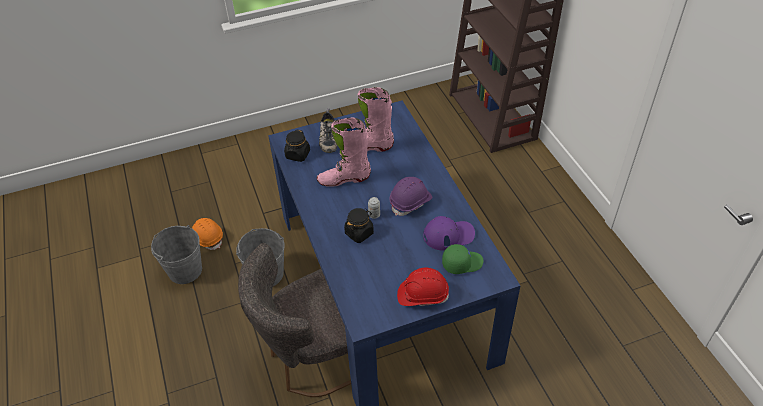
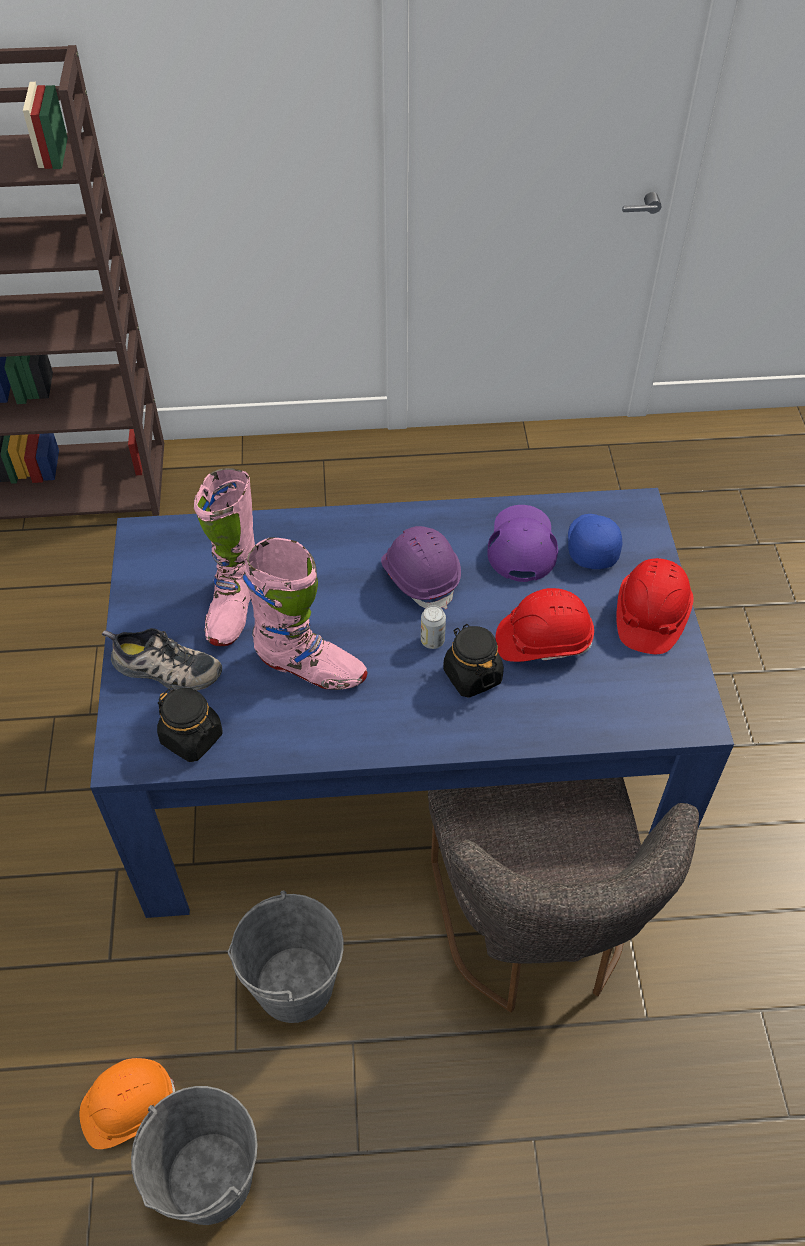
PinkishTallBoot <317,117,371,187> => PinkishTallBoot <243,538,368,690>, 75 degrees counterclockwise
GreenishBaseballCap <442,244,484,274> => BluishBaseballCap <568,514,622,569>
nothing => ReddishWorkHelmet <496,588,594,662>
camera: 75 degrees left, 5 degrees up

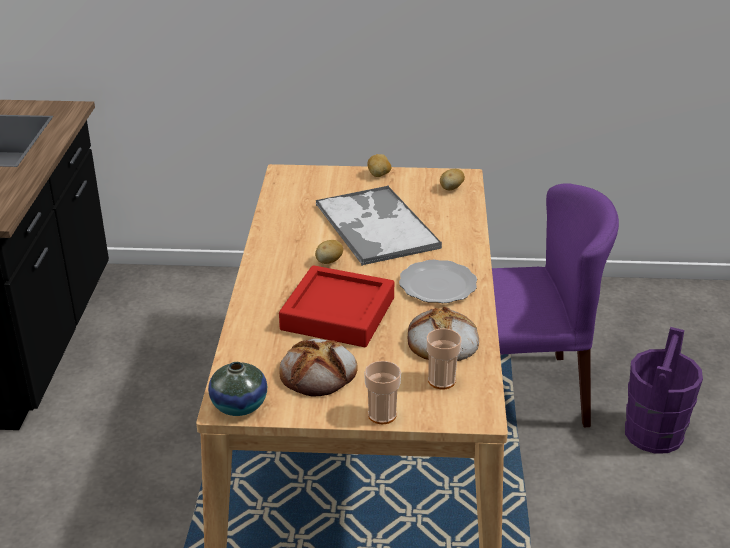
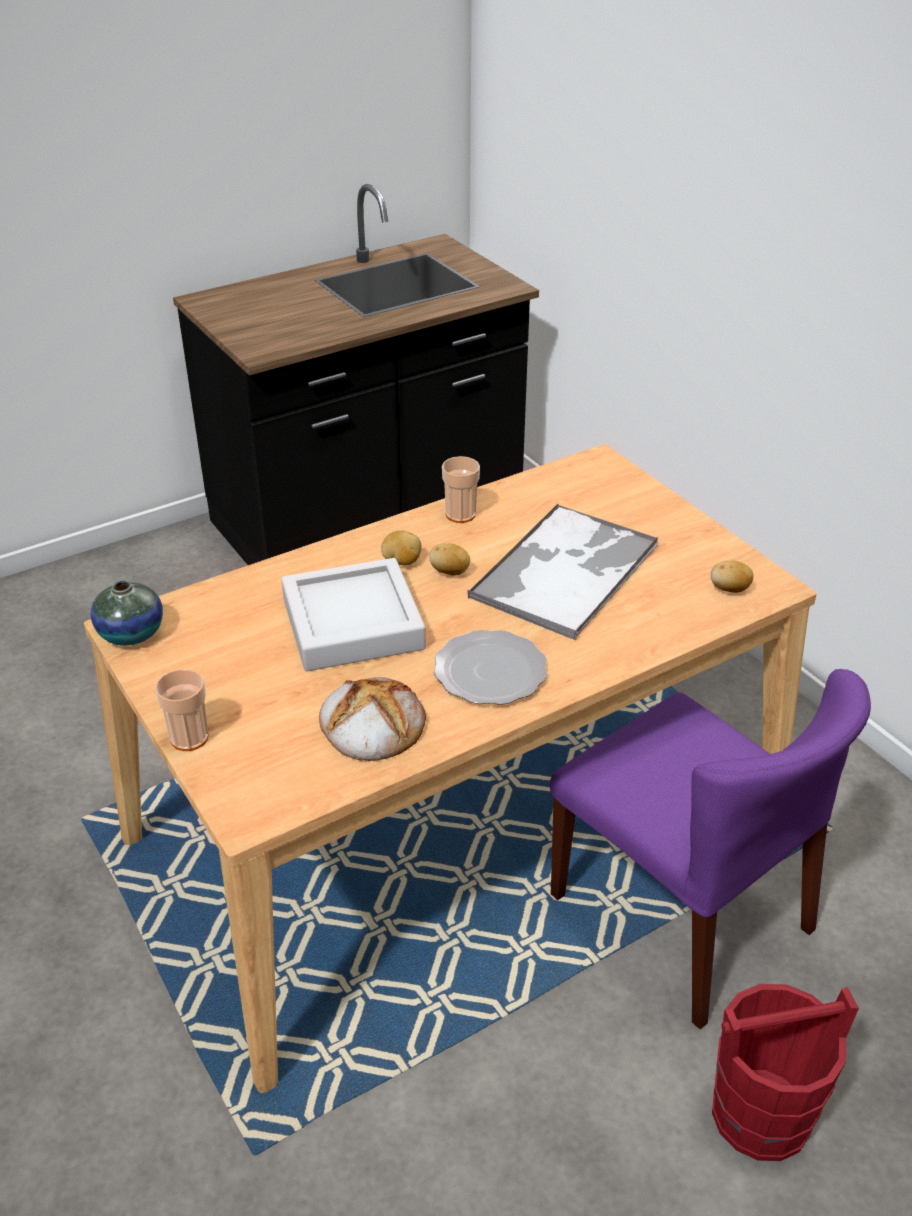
WholePotato <367,154,391,177> => WholePotato <381,531,421,565>, moved
ReddishServingTray <279,265,394,347> => GreyServingTray <281,558,426,671>
PurpleColouredWaterBucket <625,327,703,454> => ReddishWaterBucket <712,984,859,1161>
DrinkingCup <427,328,462,389> => DrinkingCup <442,456,480,523>, moved
Bread <279,339,357,396> => nothing
camera: 55 degrees right, 5 degrees up

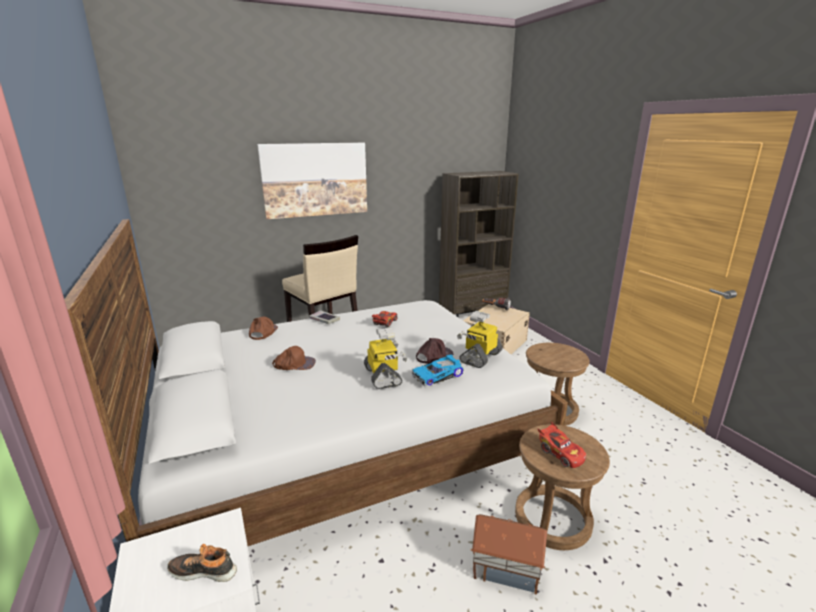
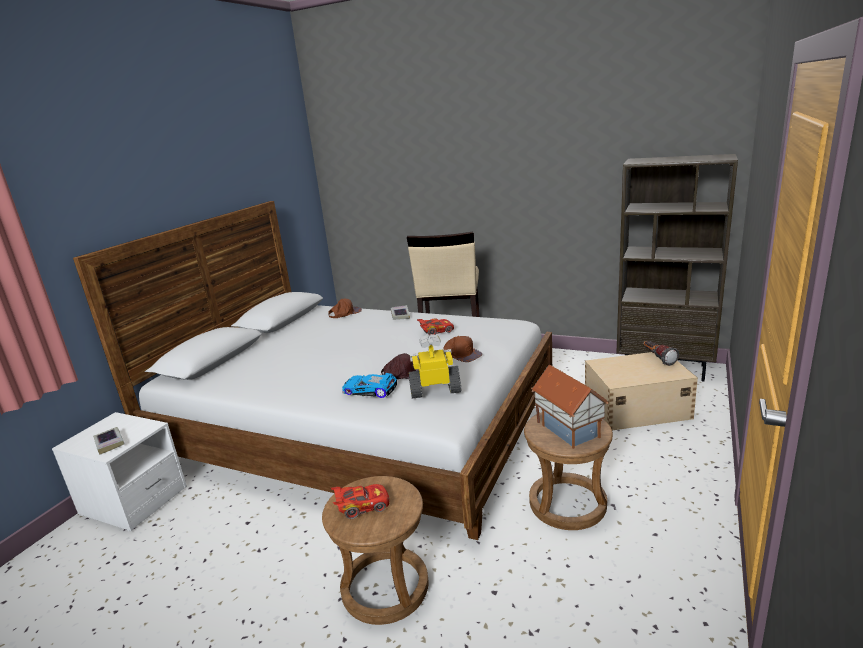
WallPicture <257,143,367,219> => nothing
ToyRobot <364,328,407,389> => nothing
BrownBaseballCap <272,346,316,370> => BrownBaseballCap <443,336,482,362>, moved
ReddishToyCar <537,422,586,468> => ReddishToyCar <331,484,389,519>, 120 degrees counterclockwise
ToyHouse <470,514,547,595> => ToyHouse <531,365,609,449>, moved
Shoe <167,543,237,582> => Volume <93,427,125,455>
camera: 50 degrees right, 0 degrees up

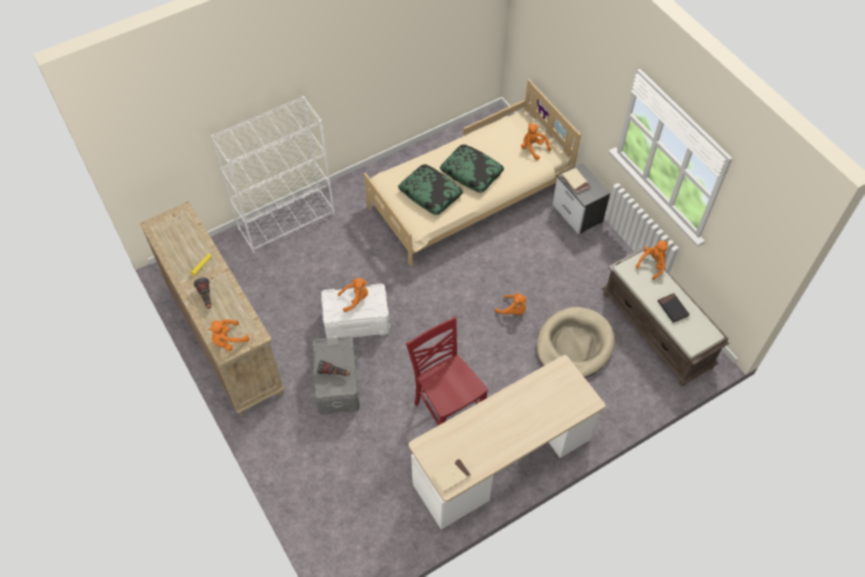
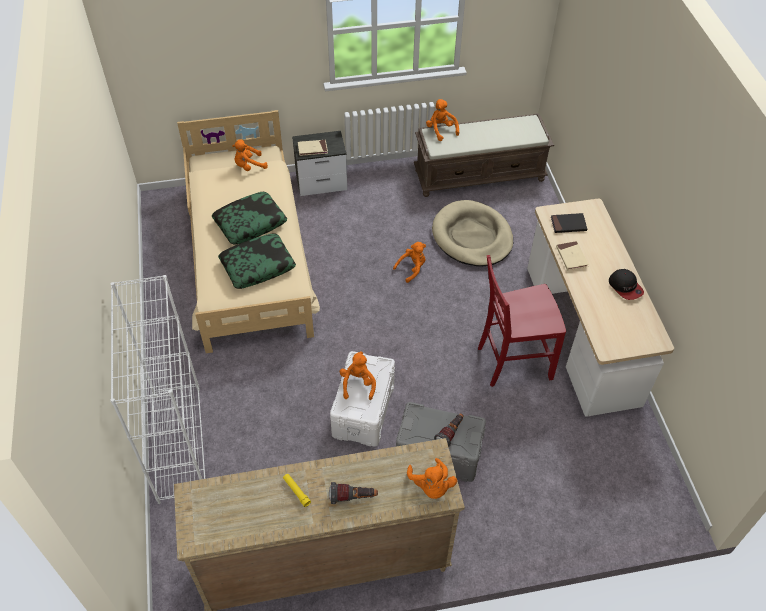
BlackVolume <658,293,690,323> => BlackVolume <551,213,587,233>, moved
BeigeVolume <432,458,472,493> => BeigeVolume <556,241,589,270>, moved
nothing => BaseballCap <609,269,644,300>
camera: 70 degrees left, 5 degrees down

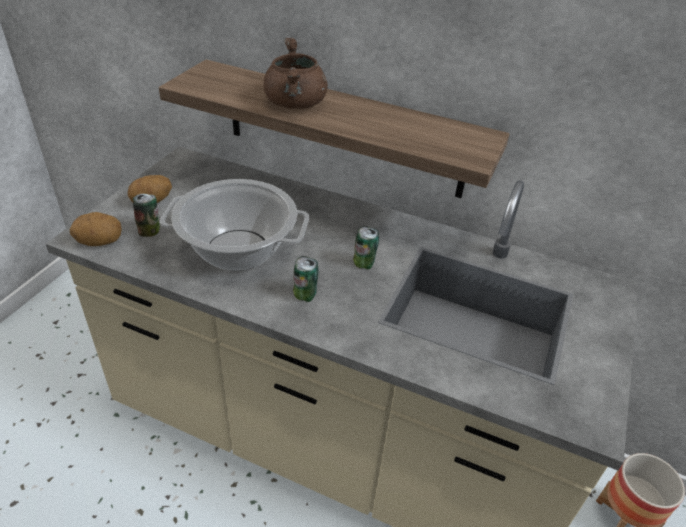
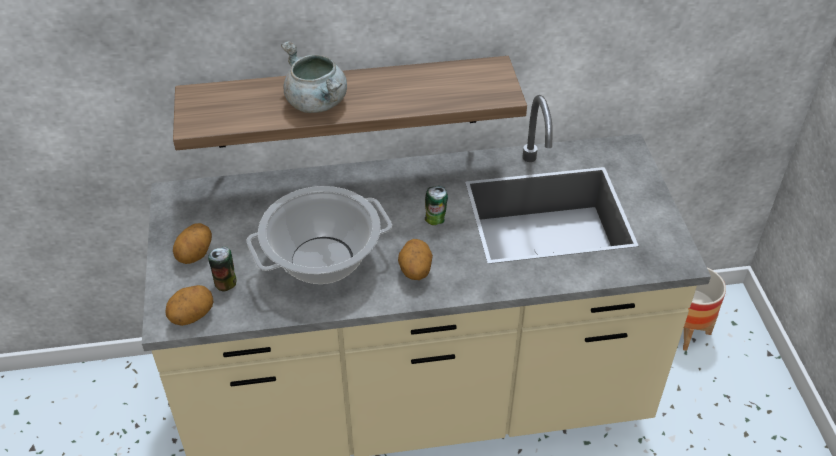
BrownSaucepot <263,38,328,109> => GreySaucepot <281,41,347,113>
MetalCan <293,256,319,302> => WholePotato <398,239,433,280>
camera: 30 degrees left, 5 degrees up

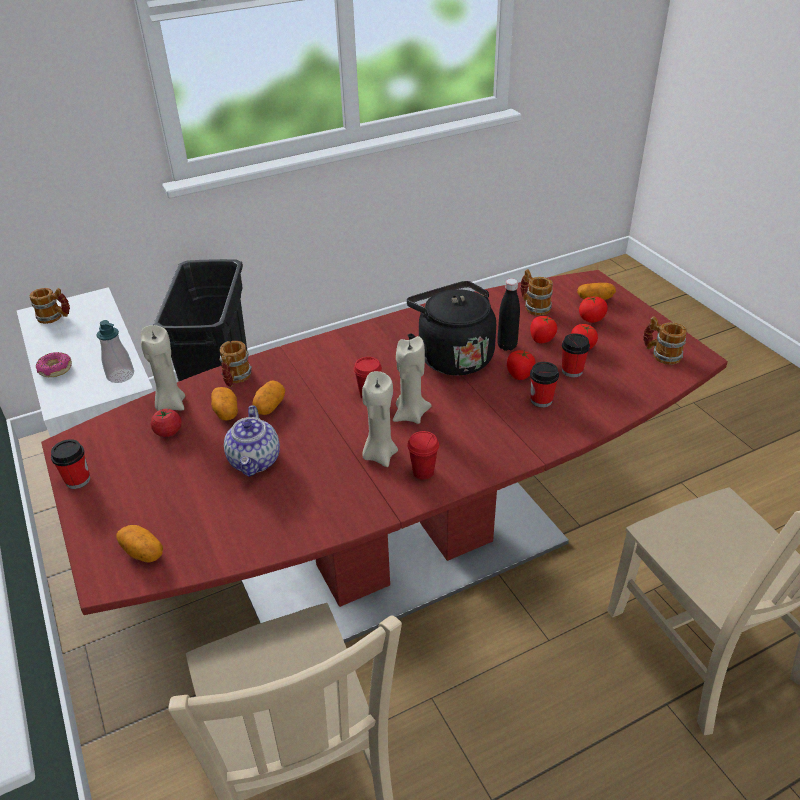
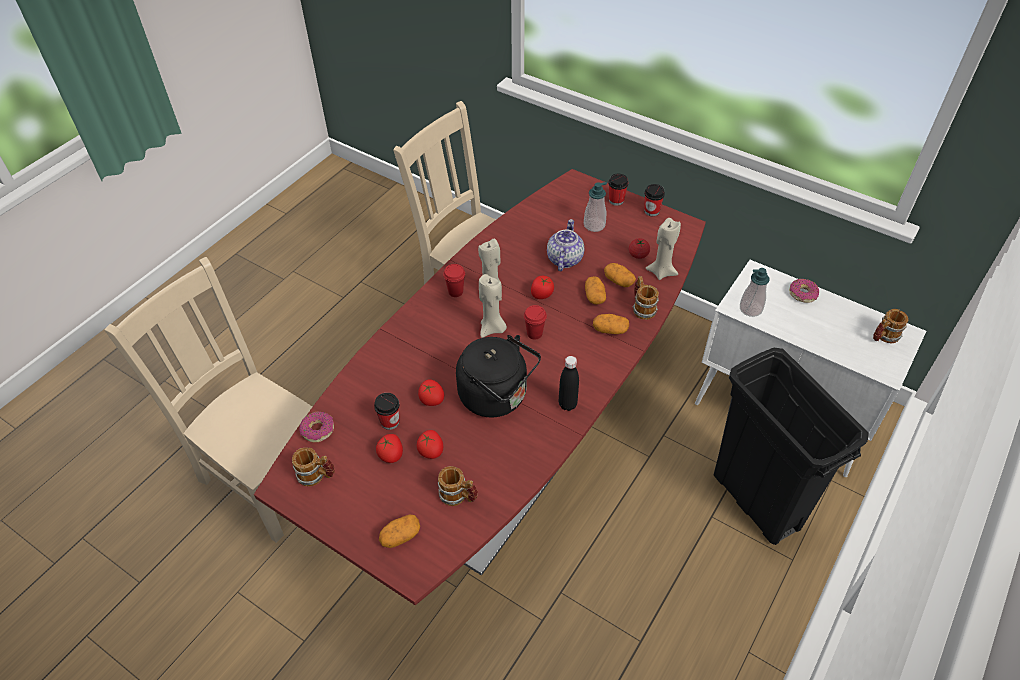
BlackBeverageBottle <497,279,520,351> => BlackBeverageBottle <558,356,579,411>, moved
WholeTomato <579,296,608,323> => WholeTomato <531,276,554,299>, moved
DrinkingCup <530,362,559,407> => DrinkingCup <608,174,628,206>, moved
PotForTea <224,405,280,477> => PotForTea <547,219,584,271>, 45 degrees clockwise
WholePotato <117,525,163,563> => WholePotato <593,314,629,334>, moved
nothing => SoapBottle <584,182,607,232>
nothing => RingDoughnut <300,412,334,442>
camera: 150 degrees right, 10 degrees up

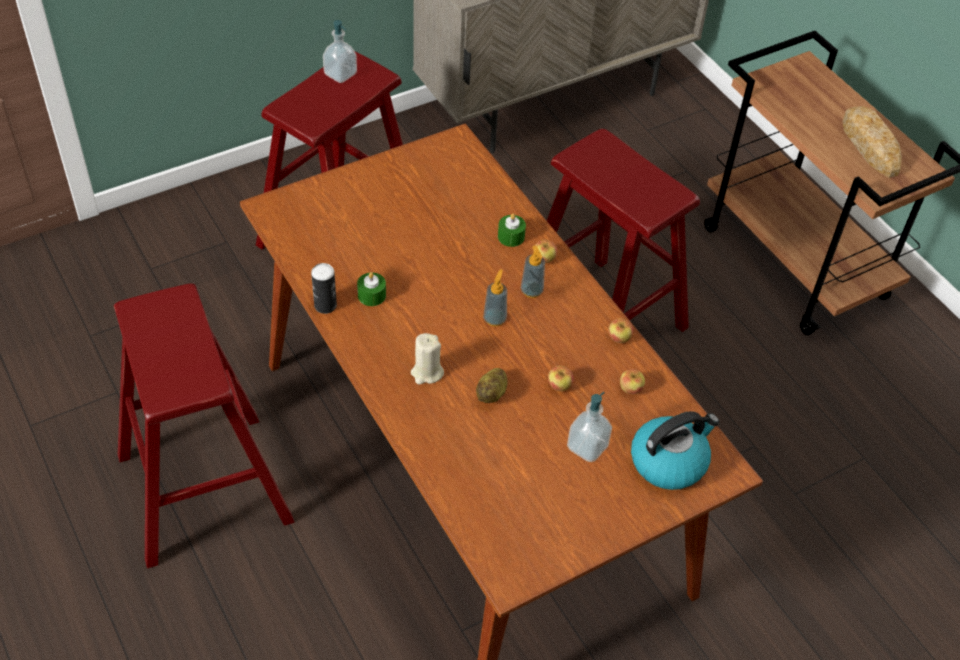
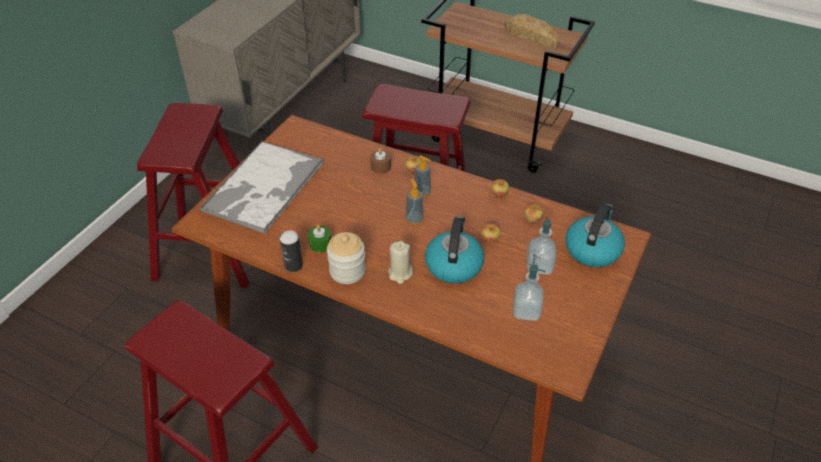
SoapBottle <323,20,357,83> => SoapBottle <513,265,545,321>, moved
GreenishCandle <498,214,526,247> => BrownCandle <370,148,391,174>
WholePotato <476,368,508,403> => Kettle <425,216,484,284>
nothing => ServingTray <200,141,324,234>
nothing => StorageJar <327,232,366,284>
camera: 30 degrees left, 5 degrees down

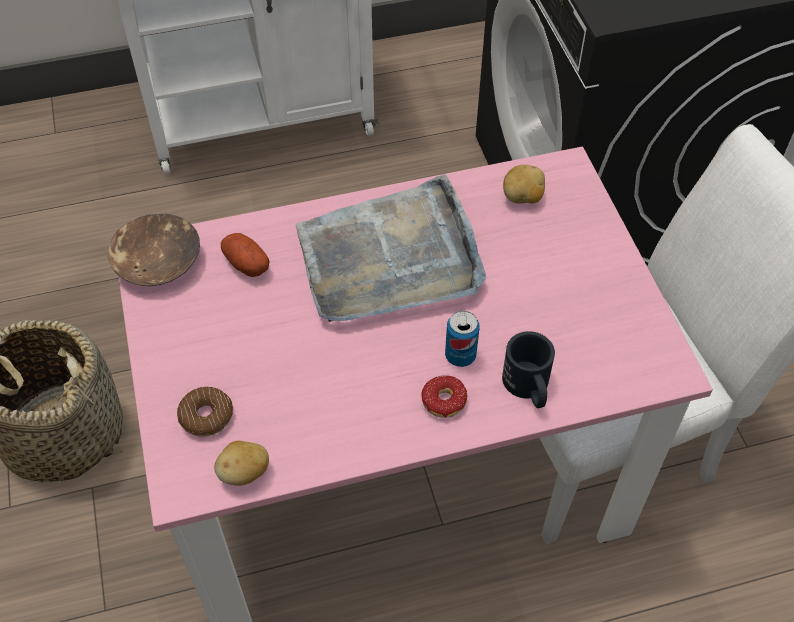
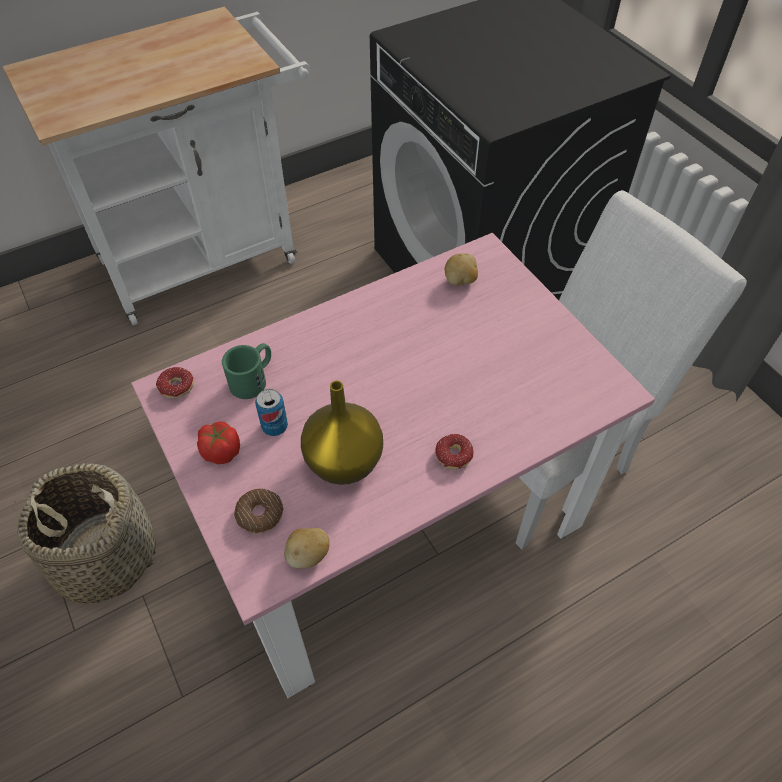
GreyServingTray <296,174,486,322> => nothing
BrownDeepDish <108,214,200,286> => RingDoughnut <156,367,194,399>
WholePotato <221,233,270,277> => GreenishCoffeeMug <222,343,271,399>
MetalCan <445,311,479,367> => MetalCan <255,389,288,436>, moved
BlackCoffeeMug <502,331,555,408> => nothing
nothing => YellowColouredFlowerVase <301,381,383,485>
nothing => WholeTomato <197,421,240,464>
camera: 15 degrees left, 0 degrees up

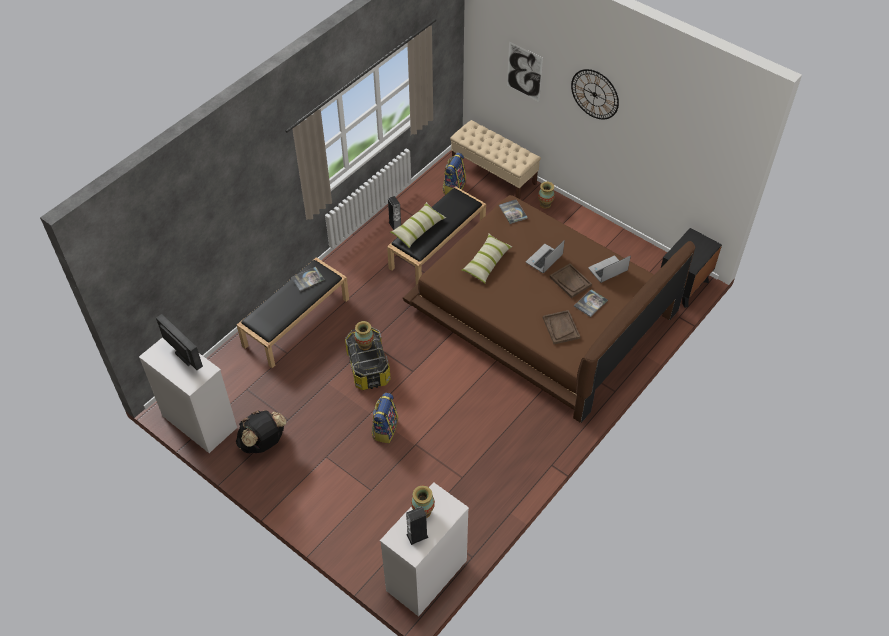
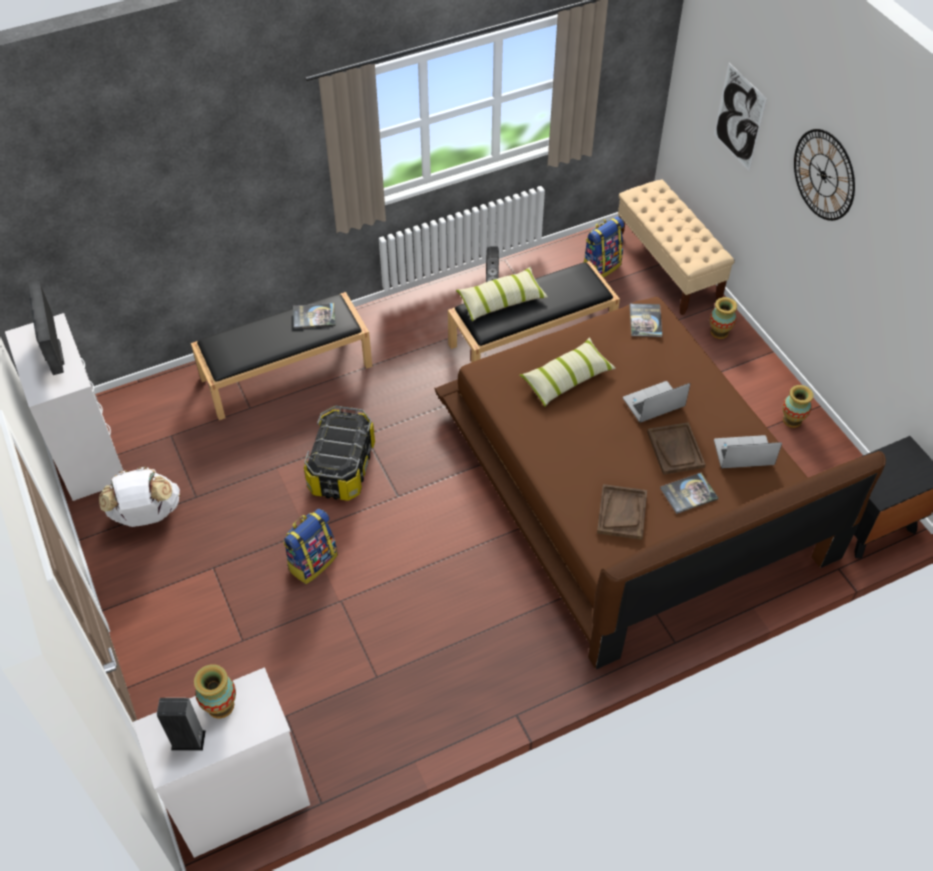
FlowerVase <354,321,374,350> => FlowerVase <783,385,813,428>, moved
BlackBackpack <236,410,287,453> => WhiteColouredBackpack <99,466,181,527>
camera: 25 degrees right, 0 degrees up

